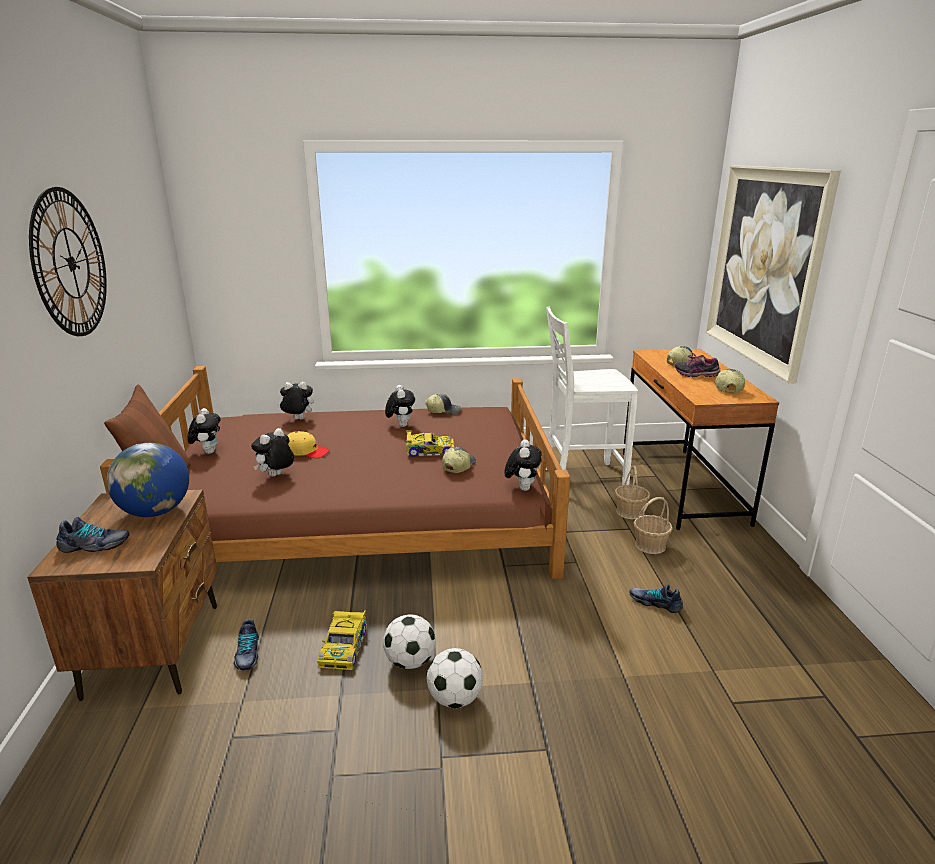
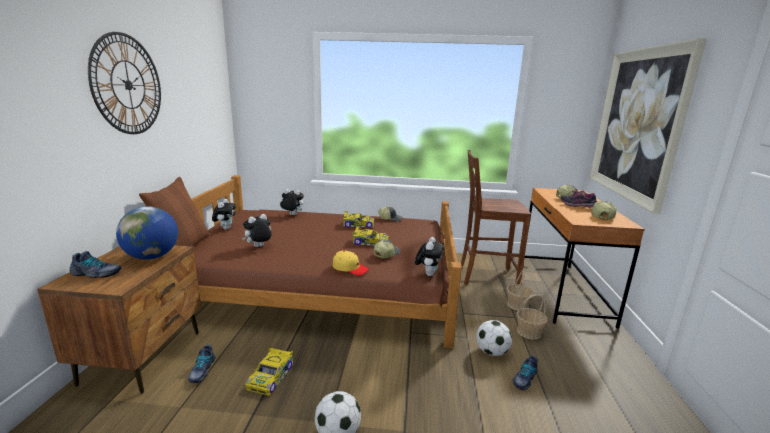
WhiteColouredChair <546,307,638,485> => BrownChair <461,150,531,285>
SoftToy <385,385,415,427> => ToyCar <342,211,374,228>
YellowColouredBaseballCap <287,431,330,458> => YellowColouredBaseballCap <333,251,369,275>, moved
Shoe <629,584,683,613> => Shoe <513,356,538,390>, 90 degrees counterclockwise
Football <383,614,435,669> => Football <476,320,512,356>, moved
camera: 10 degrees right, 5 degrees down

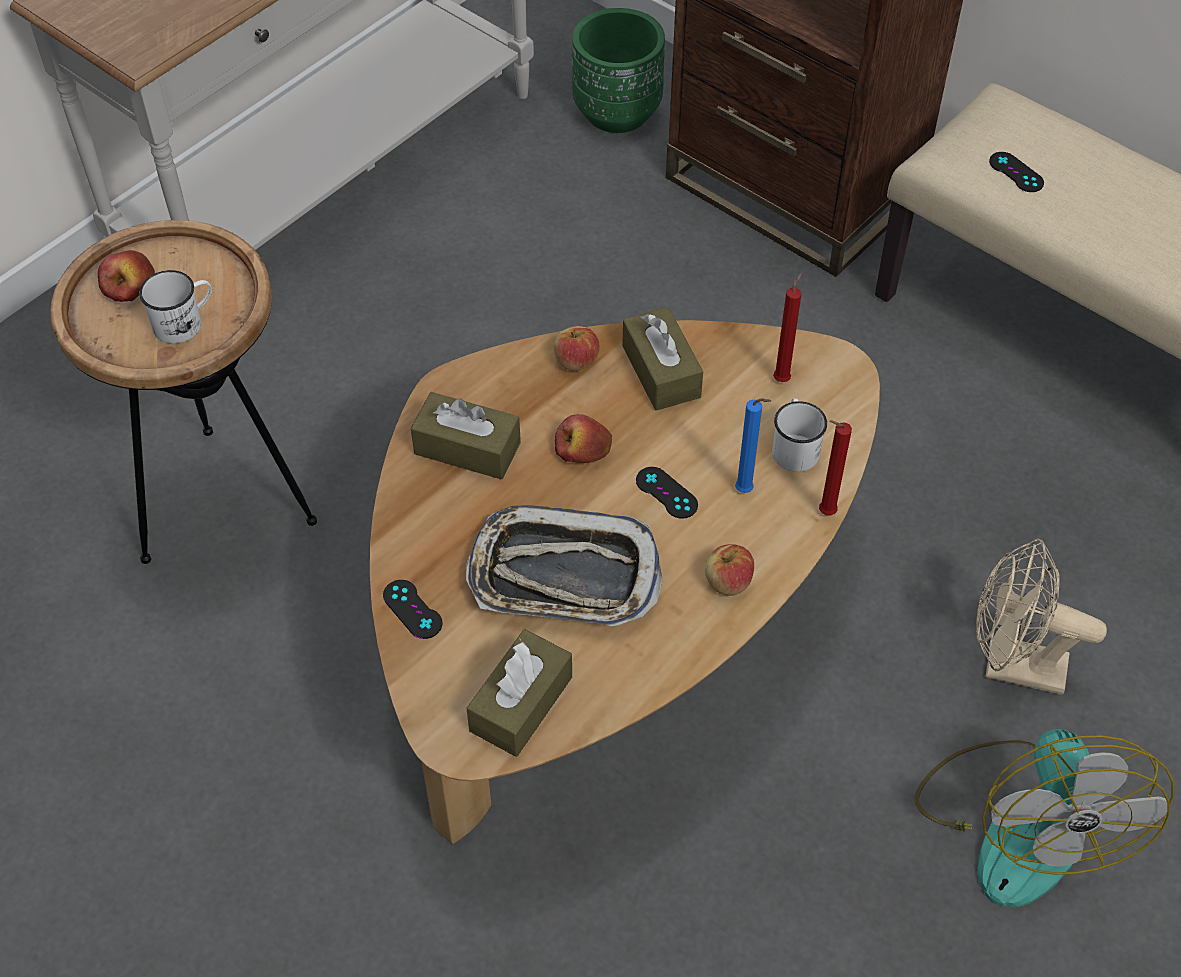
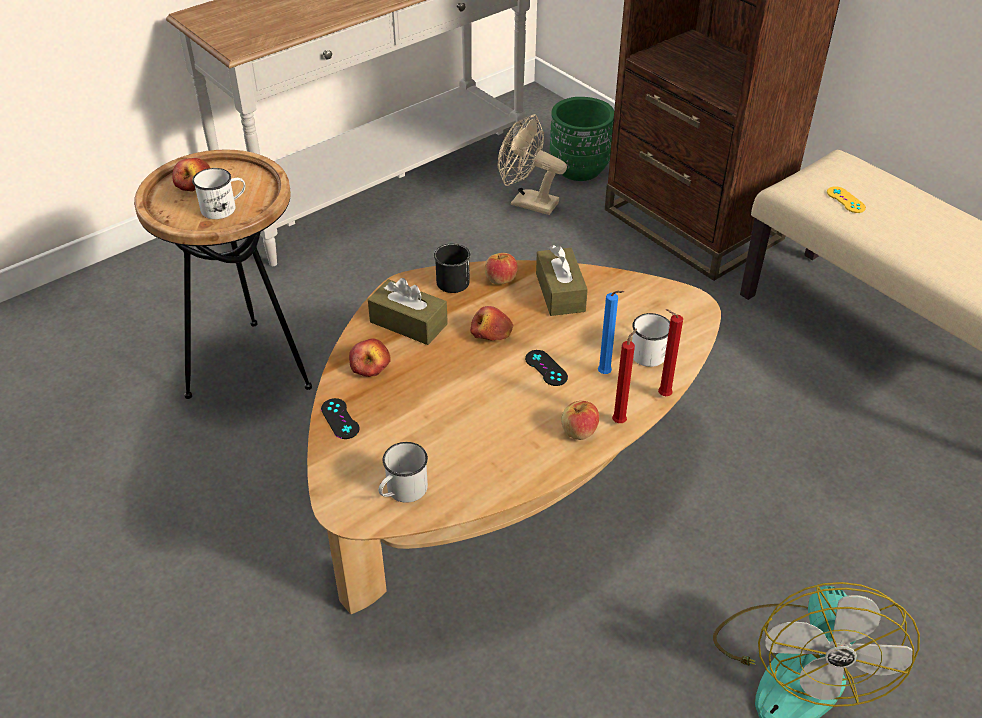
BlackJoypad <989,152,1044,192> => YellowColouredJoypad <827,186,866,213>
ReddishCandle <773,272,802,382> => ReddishCandle <612,329,637,423>, moved
ServingTray <466,505,662,626> => nothing
BeigeCoolingFan <976,539,1107,695> => BeigeCoolingFan <498,114,567,215>, moved
BrownBoxOfTissues <466,629,572,757> => WhiteColouredCoffeeMug <378,442,428,503>
nothing => BlackCoffeeMug <434,243,471,293>
nothing => AppleFruit <349,338,391,377>
camera: 10 degrees right, 10 degrees down

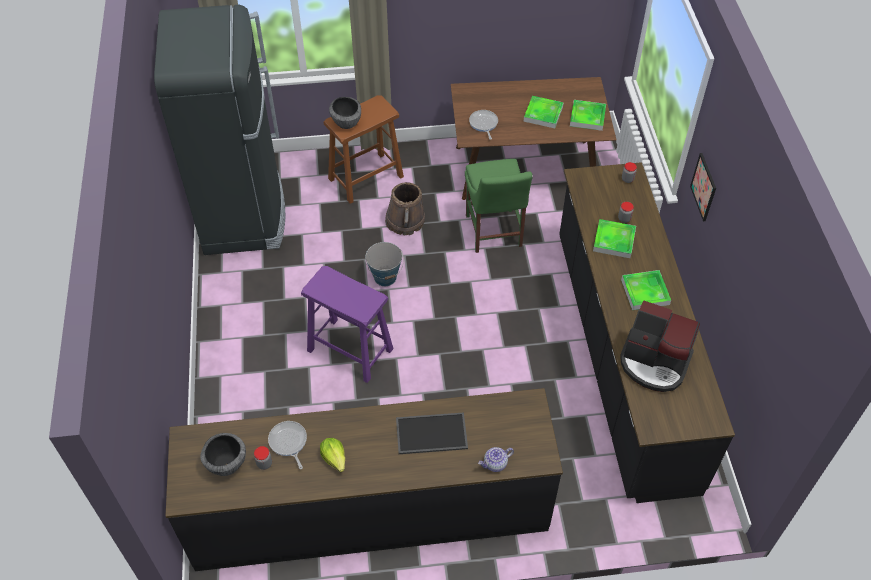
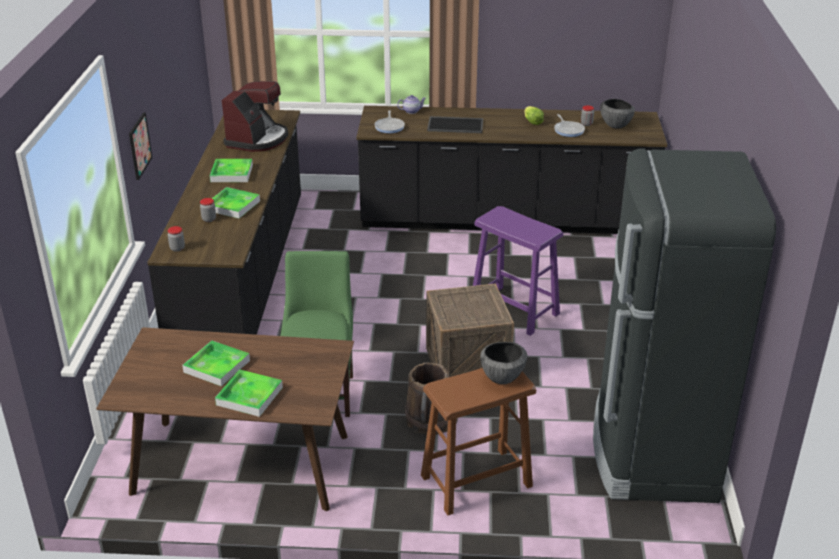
ServingTray <570,100,606,131> => ServingTray <215,369,283,417>, moved
Skillet <469,110,498,140> => Skillet <374,110,405,133>, moved
WaterBucket <366,242,404,286> => Crate <426,283,514,377>
CoffeeBrewer <620,300,700,392> => CoffeeBrewer <222,81,288,152>, 75 degrees clockwise
camera: 170 degrees left, 20 degrees down

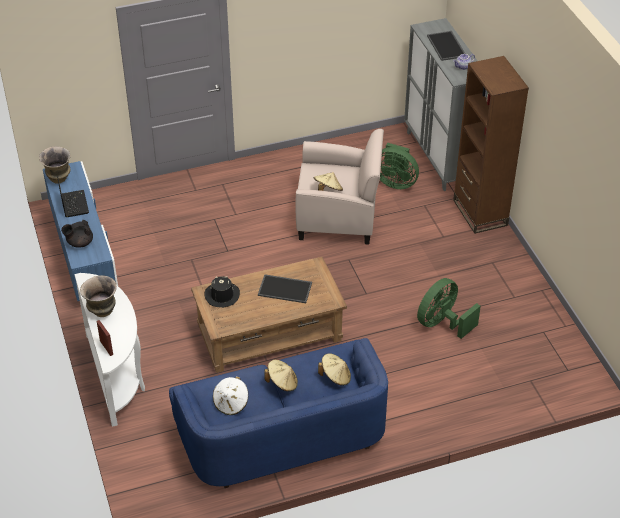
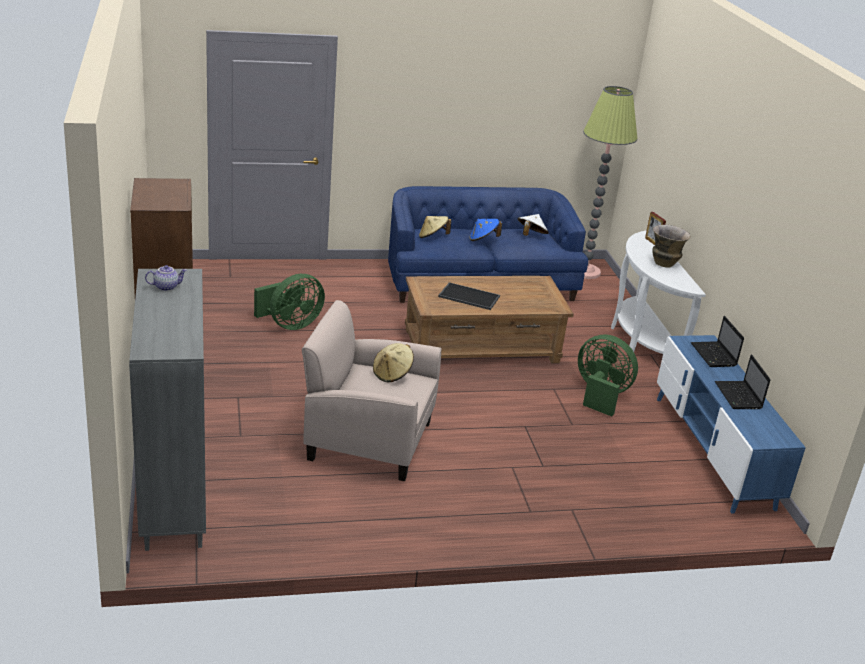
ServingTray <427,31,465,61> => nothing
GreenishCoolingFan <380,143,419,189> => GreenishCoolingFan <578,334,638,417>, moved
FlowerVase <39,146,71,184> => nothing
BlackPotForTea <61,220,93,248> => NotebookComputer <691,316,744,367>
BlackHat <205,276,240,308> => nothing
BeigeHat <264,360,298,392> => BluishHat <469,219,502,241>
nothing => FloorLamp <583,86,638,279>
camera: 175 degrees left, 15 degrees down

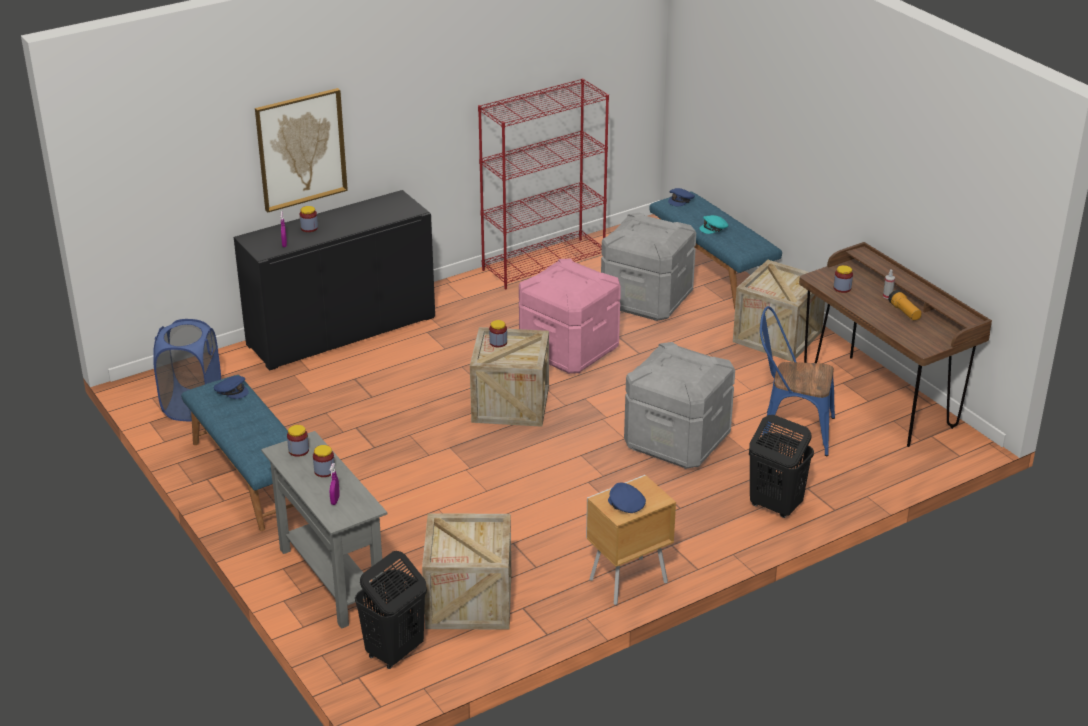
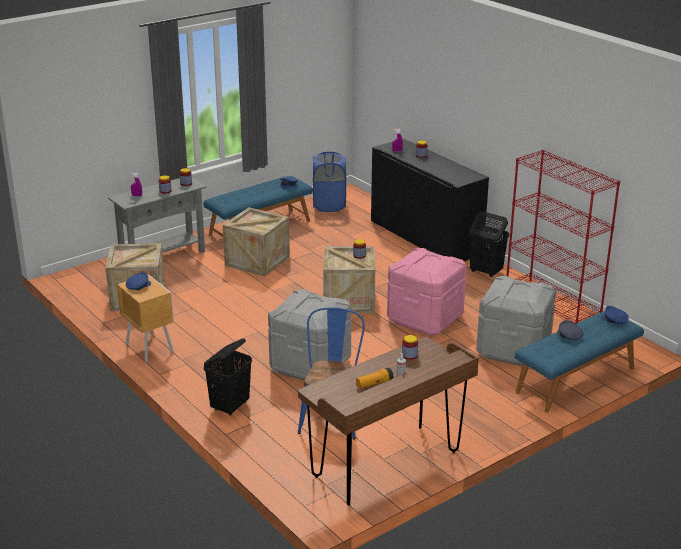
WallPicture <255,88,348,213> => nothing
BlueGreenBaseballCap <699,215,728,234> => GreyBaseballCap <557,320,584,340>
Crate <733,260,825,362> => Crate <223,207,290,277>, moved
BlackLaundryBasket <355,551,427,669> => BlackLaundryBasket <469,212,509,278>, moved
camera: 85 degrees right, 5 degrees down

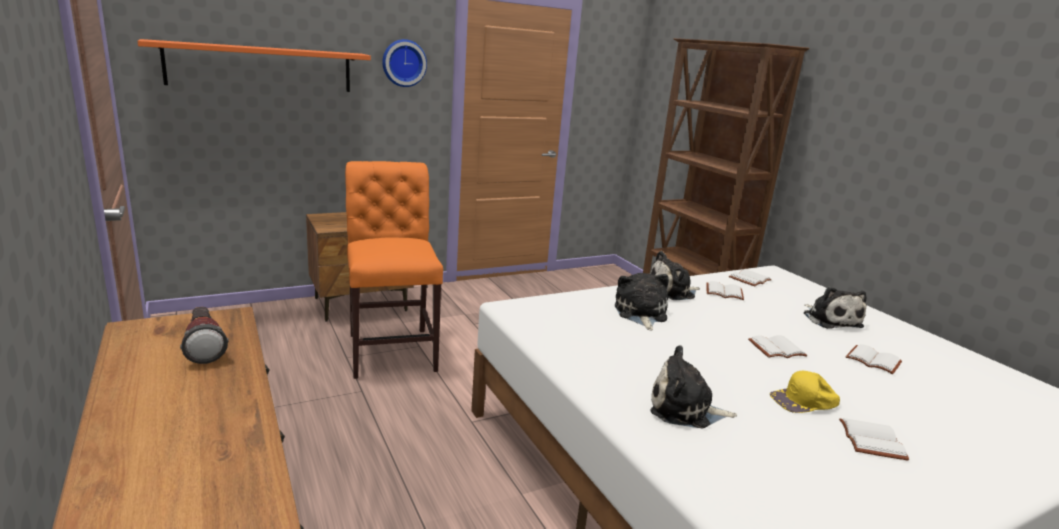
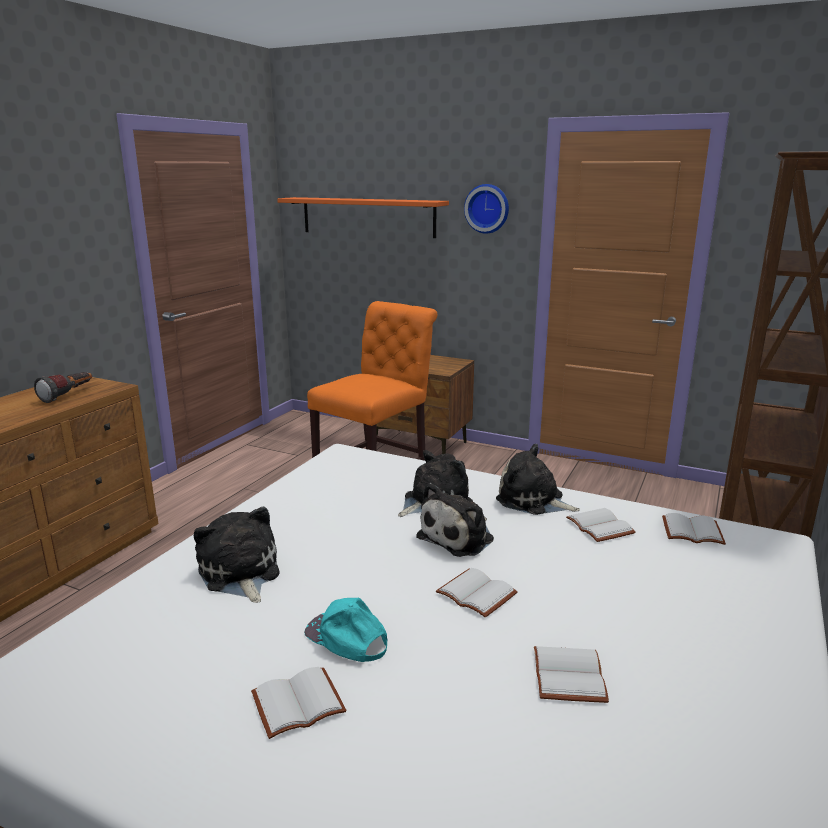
SoftToy <804,287,867,329> => SoftToy <416,483,494,557>, moved
YellowColouredBaseballCap <769,371,840,413> => BlueGreenBaseballCap <304,597,387,662>
camera: 55 degrees right, 0 degrees up

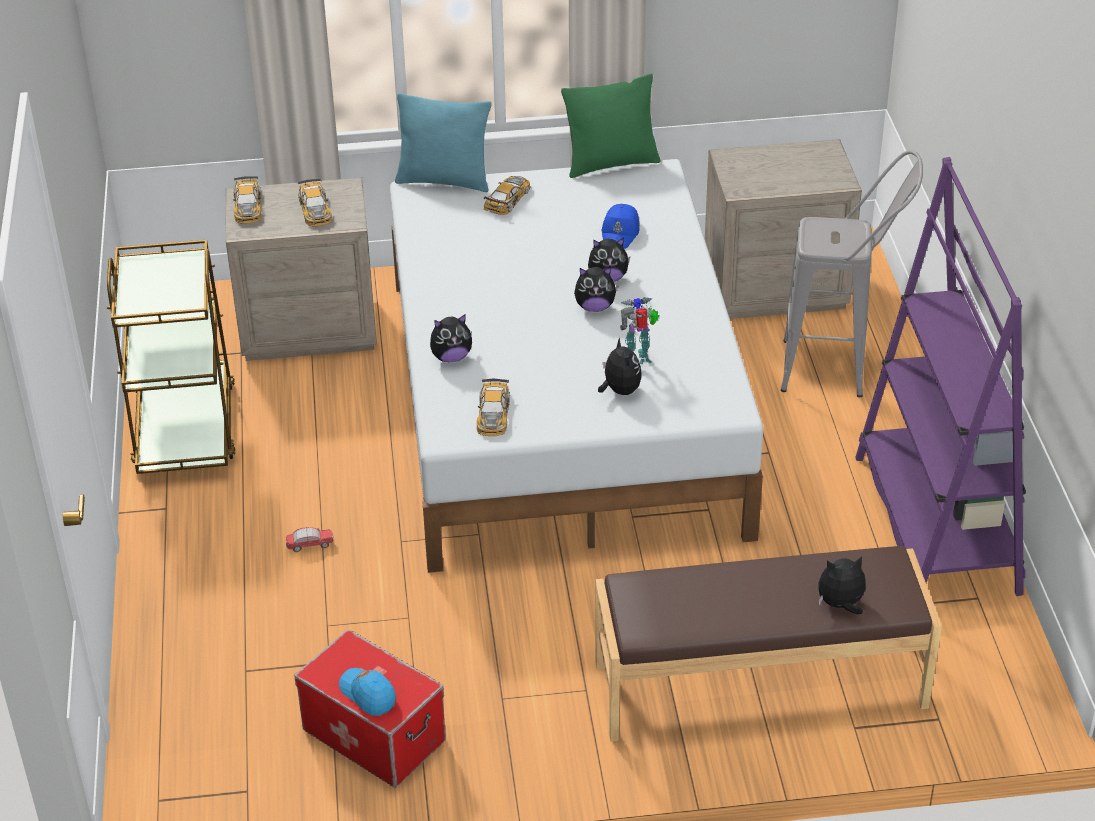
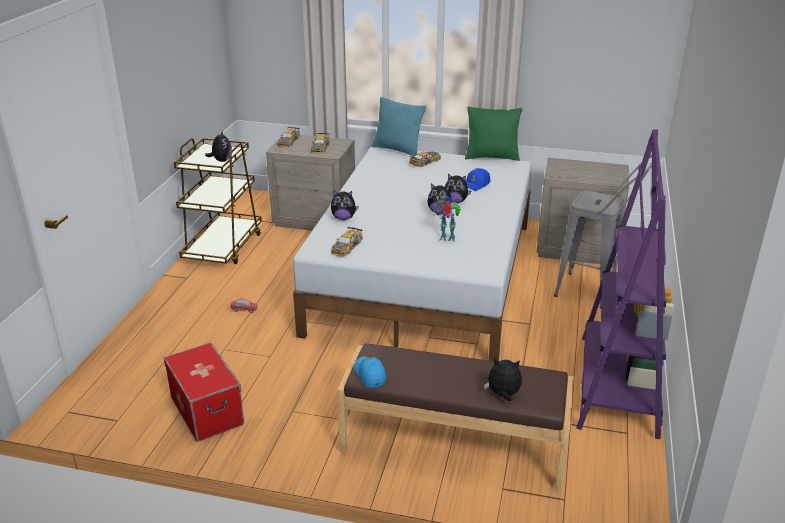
SoftToy <598,337,642,395> => SoftToy <205,130,232,162>, moved
BluishBaseballCap <339,668,396,716> => BluishBaseballCap <354,357,386,388>, moved
camera: 20 degrees right, 10 degrees down

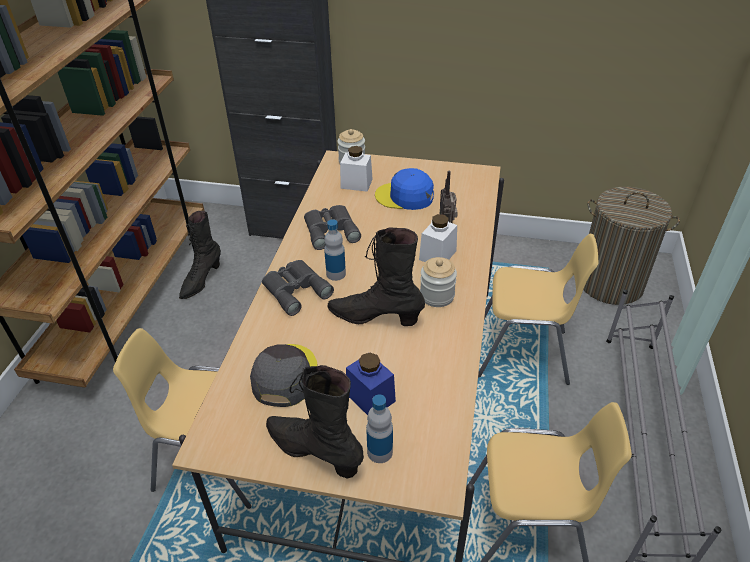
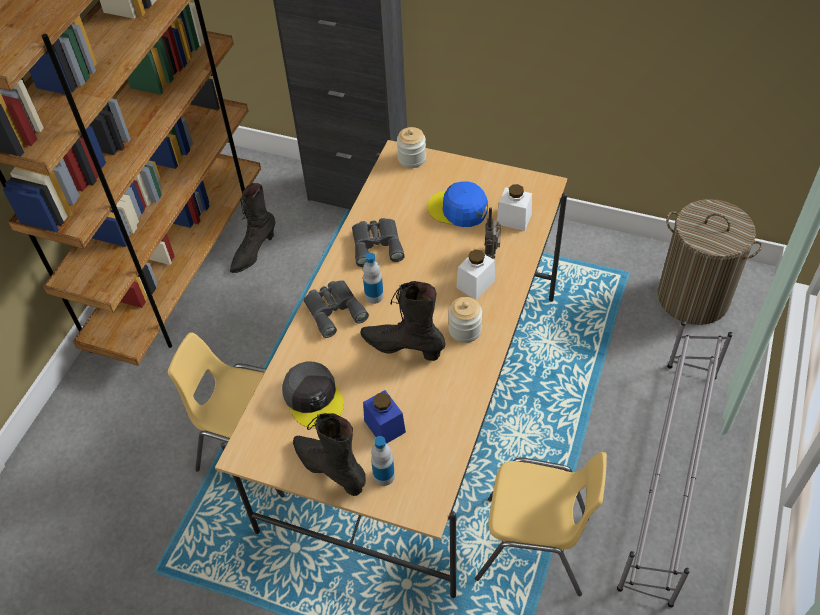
WhiteColouredStorageJar <340,146,373,192> => WhiteColouredStorageJar <497,184,532,231>, moved
YellowColouredChair <478,234,599,385> => nothing
GreyBaseballCap <250,344,317,407> => GreyBaseballCap <282,361,344,428>, 135 degrees clockwise
camera: 10 degrees right, 10 degrees up

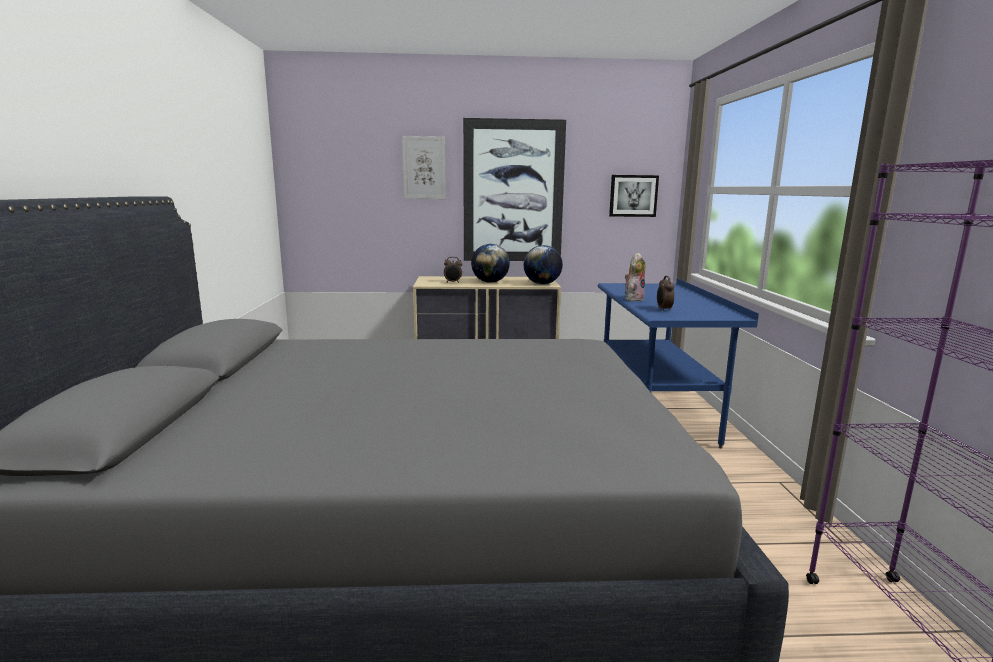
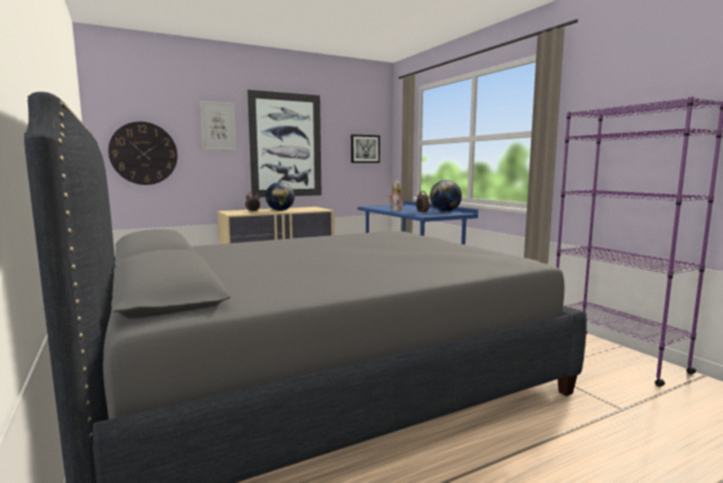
DeskGlobe <524,245,563,285> => DeskGlobe <430,180,462,212>, moved
nothing => ClockOnTheWall <108,122,178,185>
camera: 25 degrees left, 5 degrees down

